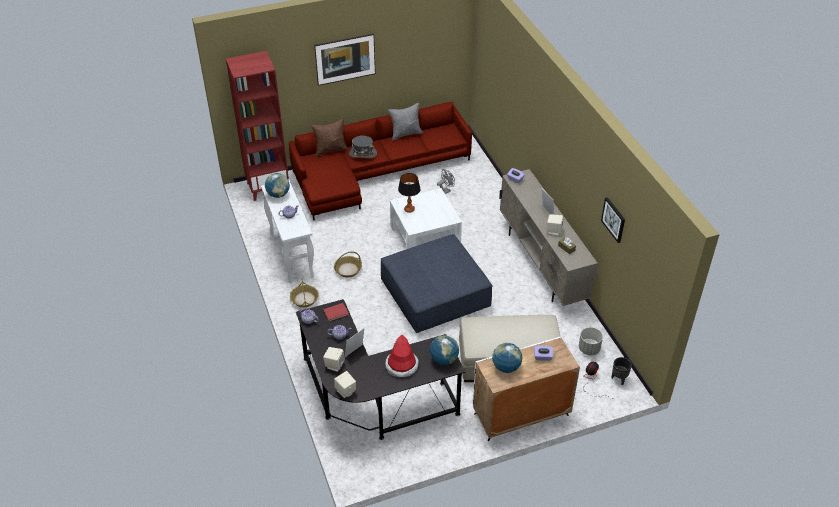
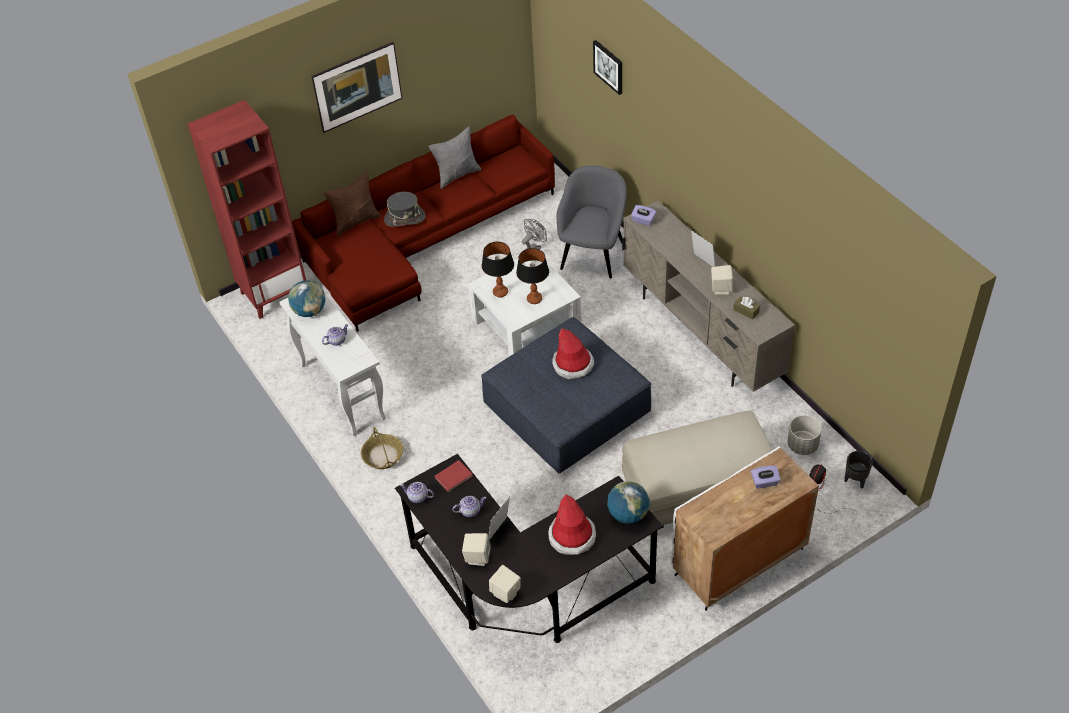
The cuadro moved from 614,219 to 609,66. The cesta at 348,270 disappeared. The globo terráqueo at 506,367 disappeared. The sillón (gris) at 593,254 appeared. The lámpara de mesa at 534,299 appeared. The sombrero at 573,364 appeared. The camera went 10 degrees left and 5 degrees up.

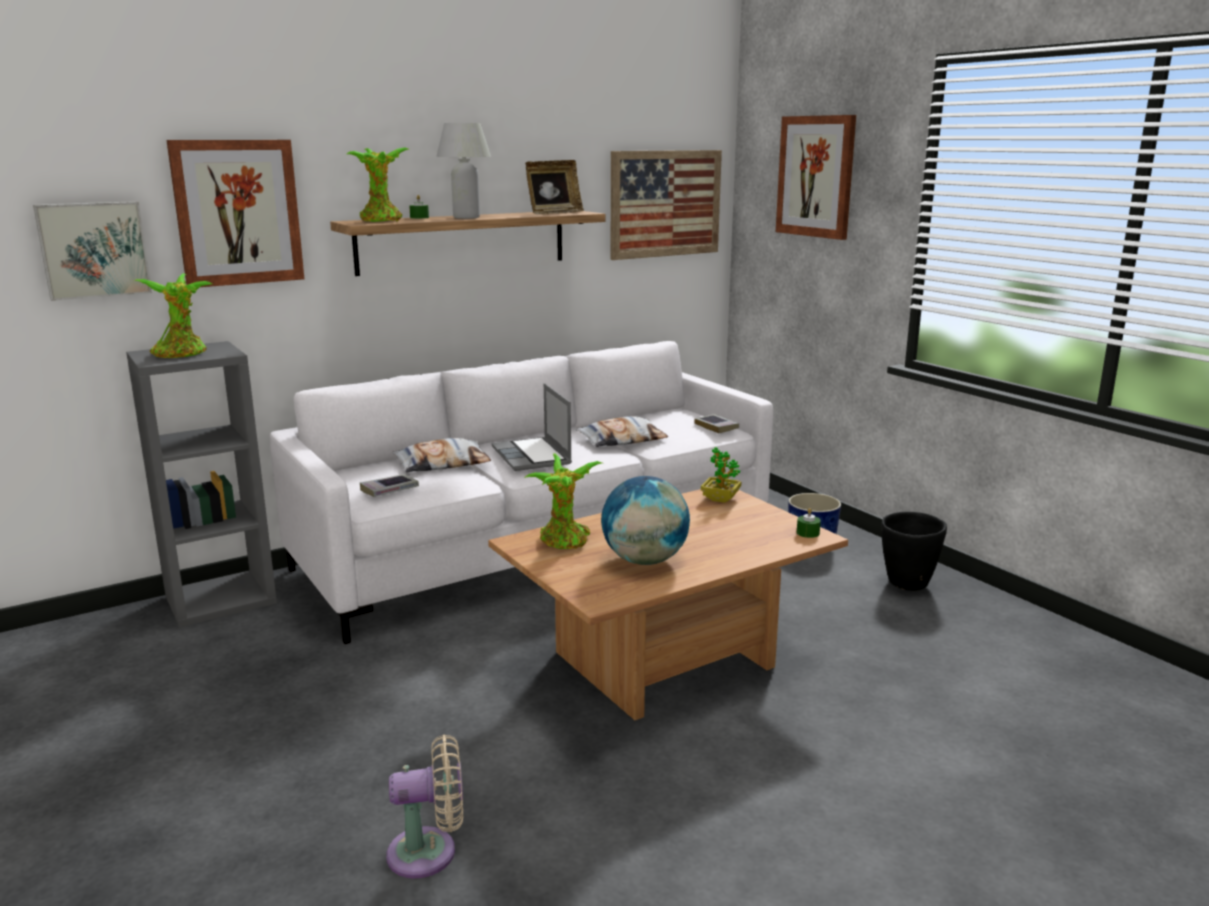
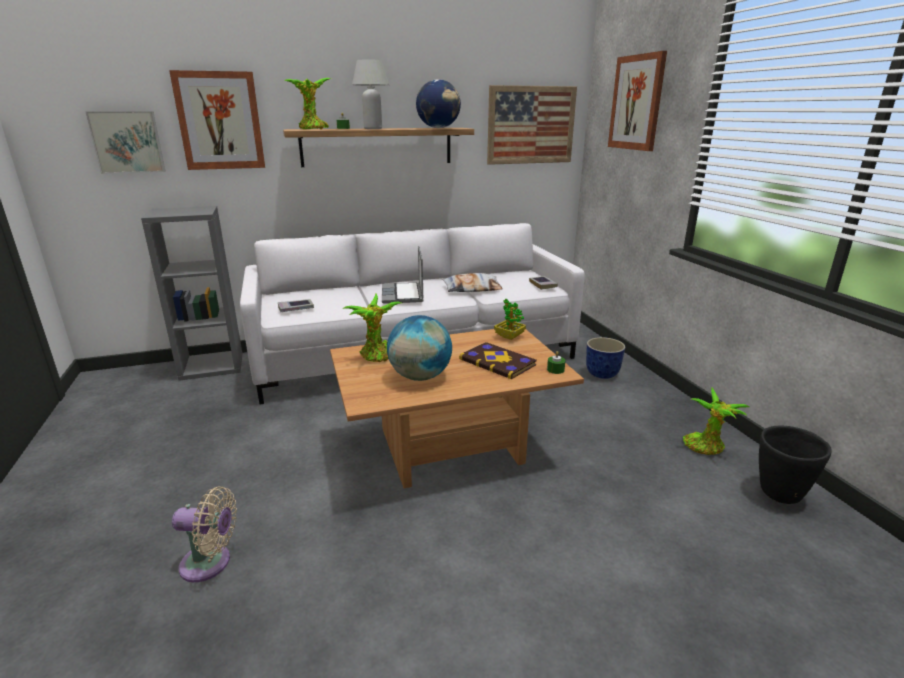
The portarretratos at 554,213 was replaced by the globo terráqueo at 438,128. The planta en maceta moved from 182,354 to 706,447. The cojín at 442,464 disappeared. The maceta (negro) moved from 907,584 to 779,493. The libro at 498,362 appeared. The camera went 15 degrees right and 5 degrees up.

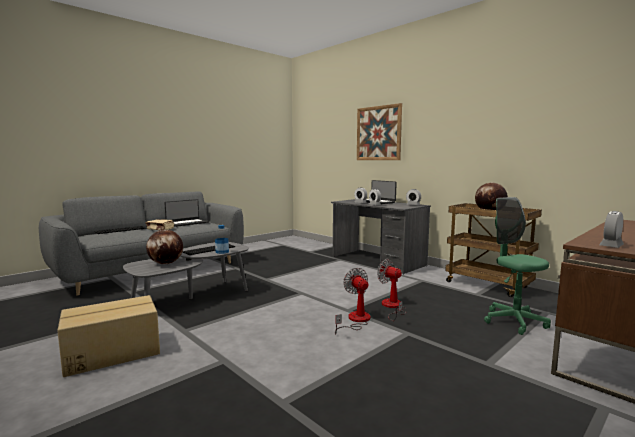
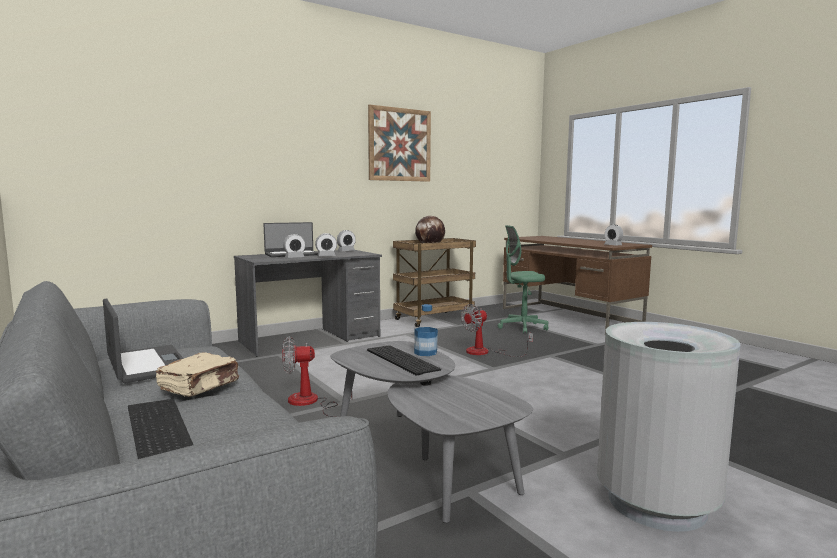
The cuadro moved from 378,133 to 399,145. The globo terráqueo at 166,263 disappeared. The ventilador moved from 355,320 to 310,403. The caja de cartón at 112,353 was replaced by the papelera (gris) at 656,503. The camera went 80 degrees left and 0 degrees up.

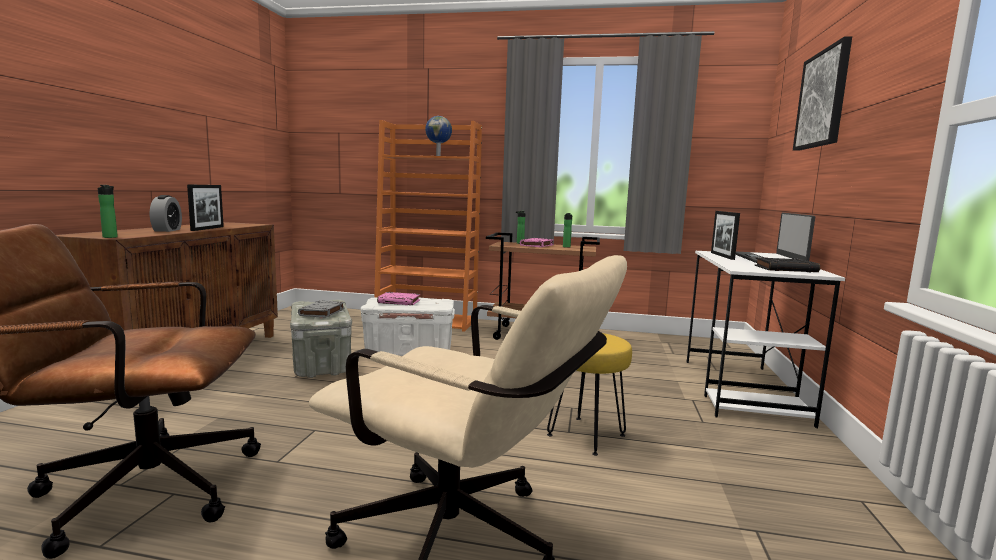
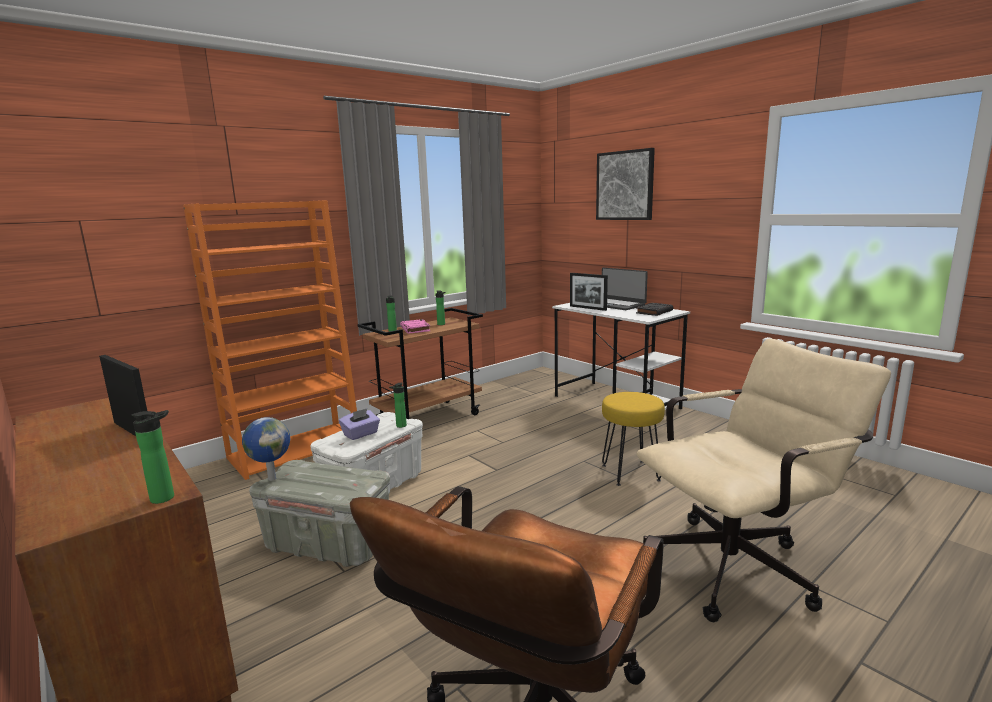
The globo terráqueo moved from 438,156 to 272,478. The despertador at 167,230 disappeared. The libro (rosa) at 399,302 was replaced by the caja de pañuelos (morado) at 361,434. The libro (gris) at 322,312 disappeared. The botella at 400,426 appeared. The camera went 50 degrees left and 5 degrees up.

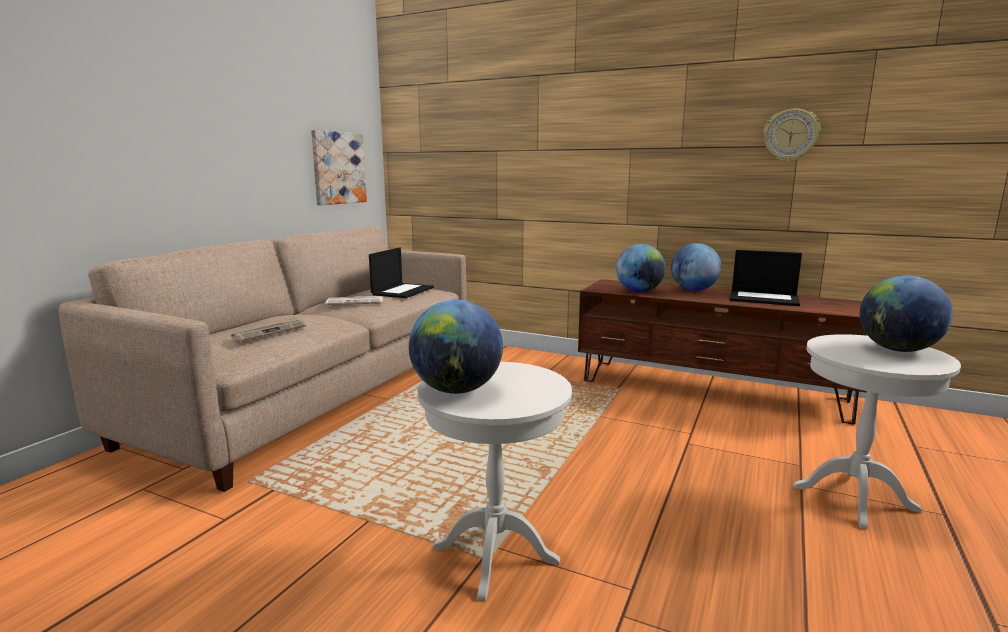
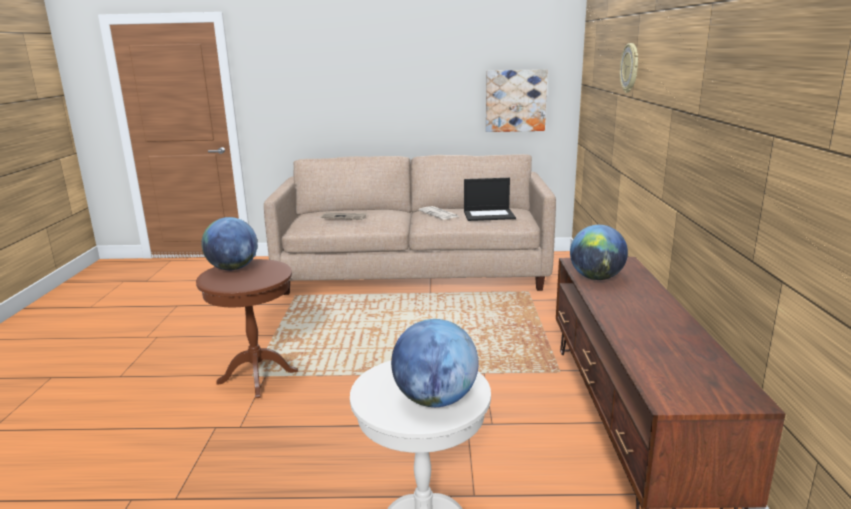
The reloj de pared moved from 790,135 to 630,68. The globo terráqueo at 693,290 disappeared. The portátil at 764,298 disappeared. The mesa auxiliar (blanco) at 495,554 became the mesa auxiliar (marrón) at 258,377. The camera went 65 degrees right and 5 degrees up.

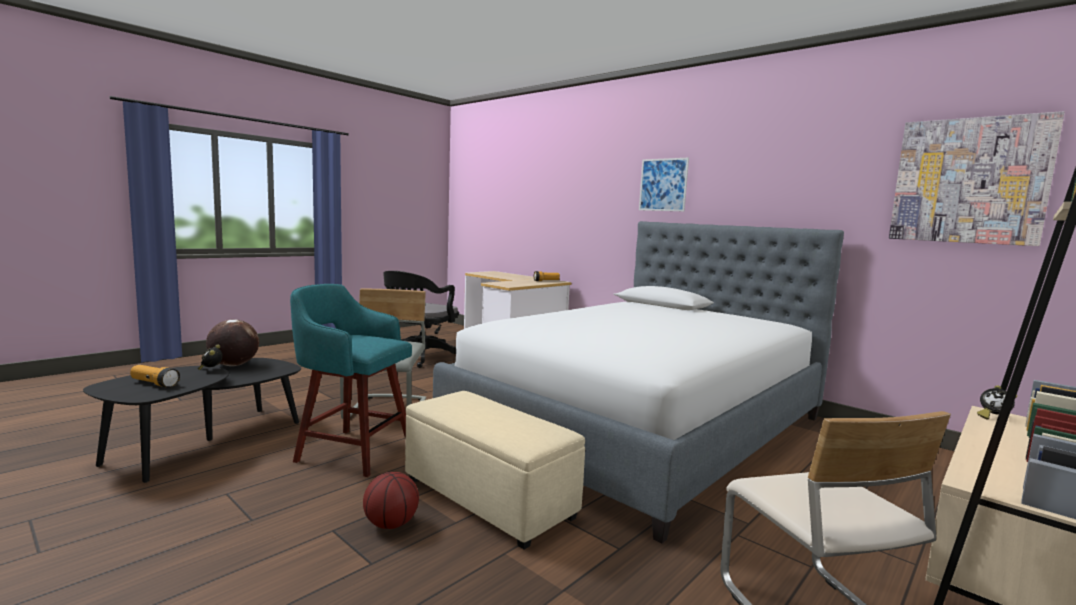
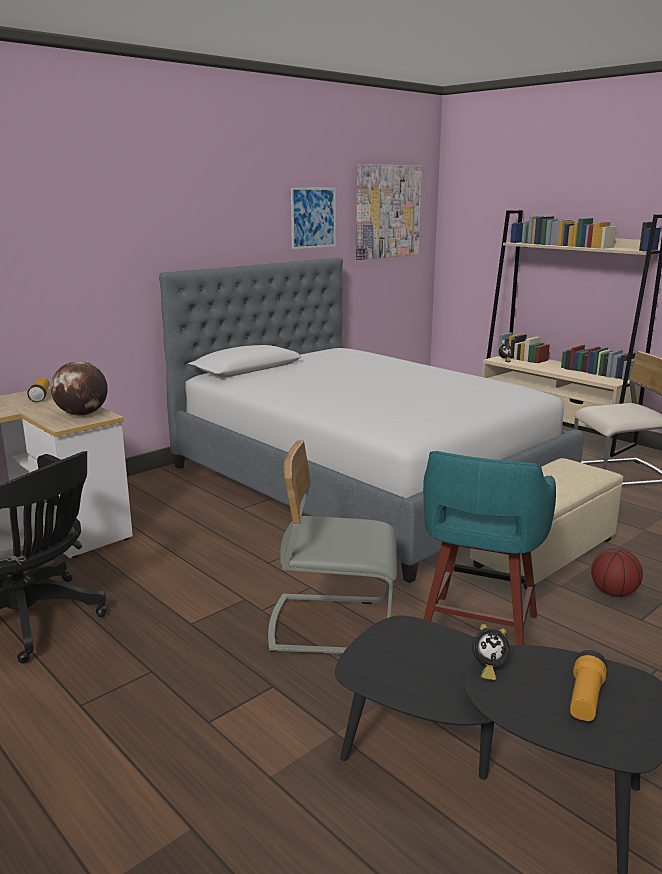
The cuadro moved from 663,184 to 313,218. The globo terráqueo moved from 233,365 to 82,414. The camera went 85 degrees left and 10 degrees up.

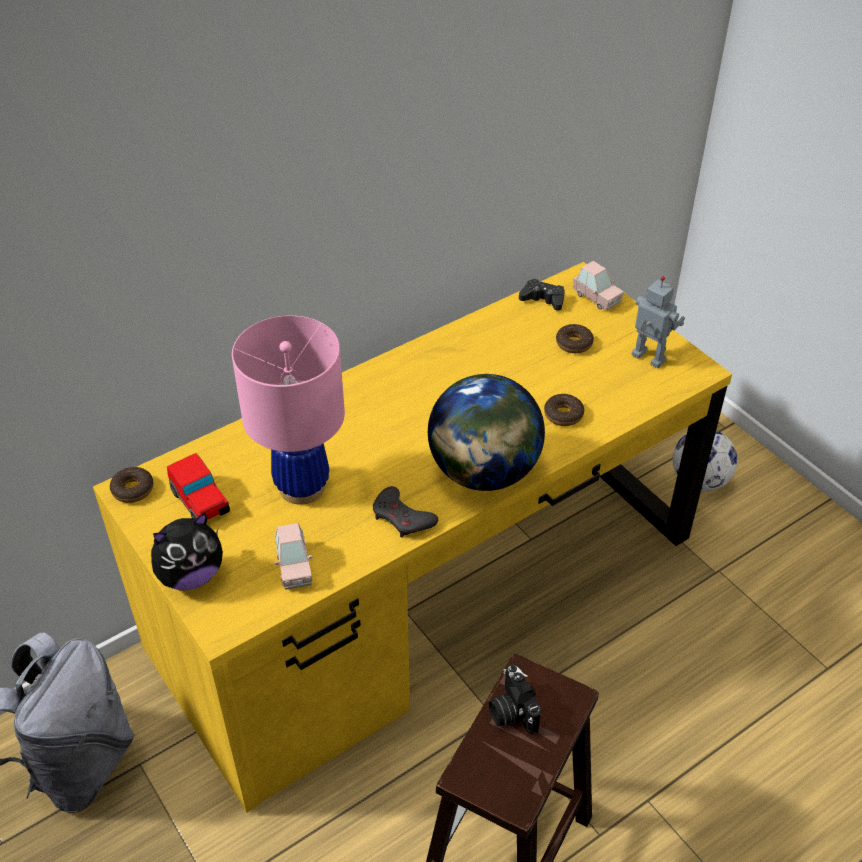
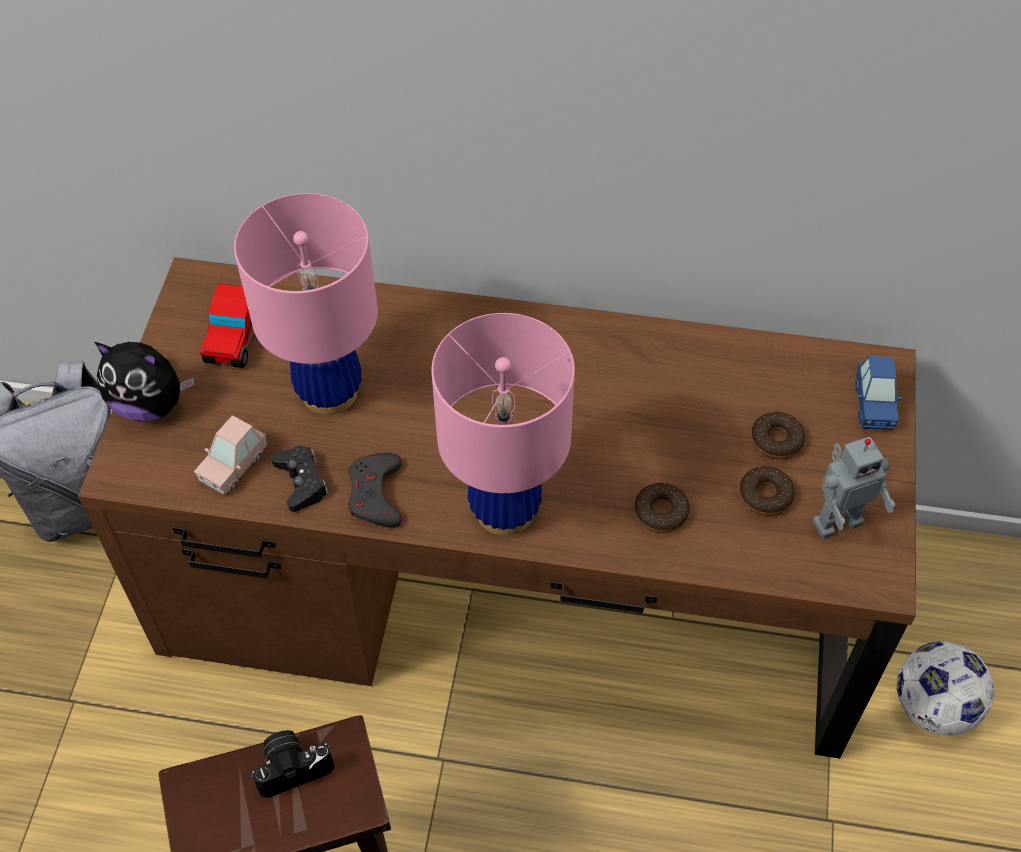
The coche de juguete (rosa) at 596,297 became the coche de juguete (azul) at 873,404. The escritorio (amarillo) at 428,593 became the escritorio (marrón) at 512,589. The robot de juguete at 647,359 turned 75 degrees clockwise. The mando de consola (negro) moved from 543,299 to 301,482. The globo terráqueo at 484,472 was replaced by the lámpara de mesa (rosa) at 504,510. The rosquilla moved from 133,489 to 765,496. The cámara at 511,711 turned 45 degrees clockwise. The camera went 45 degrees right and 10 degrees up.

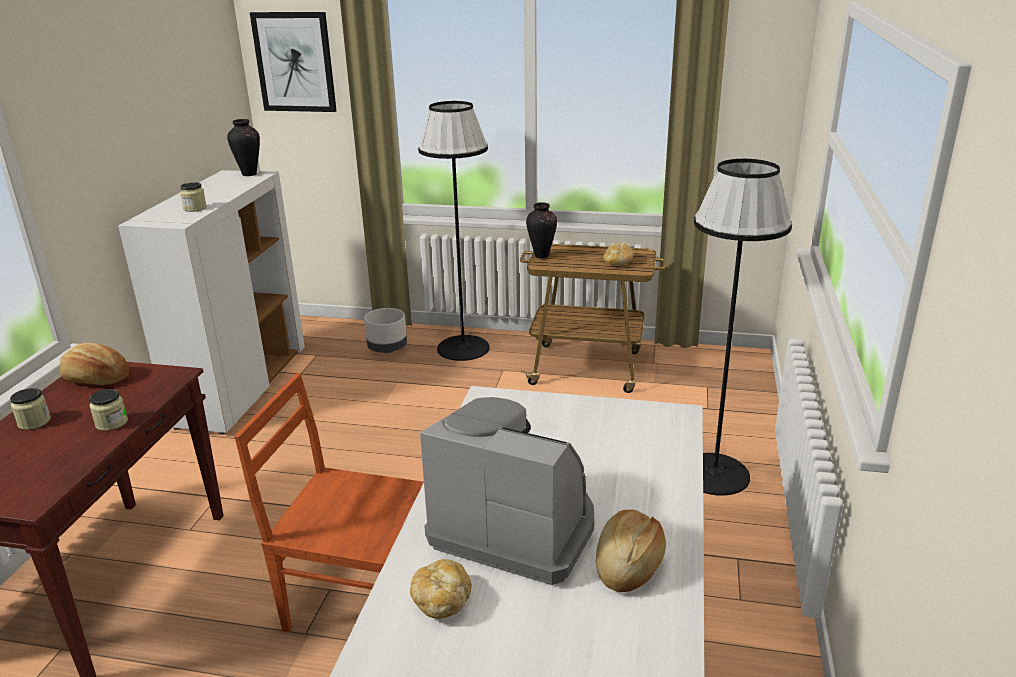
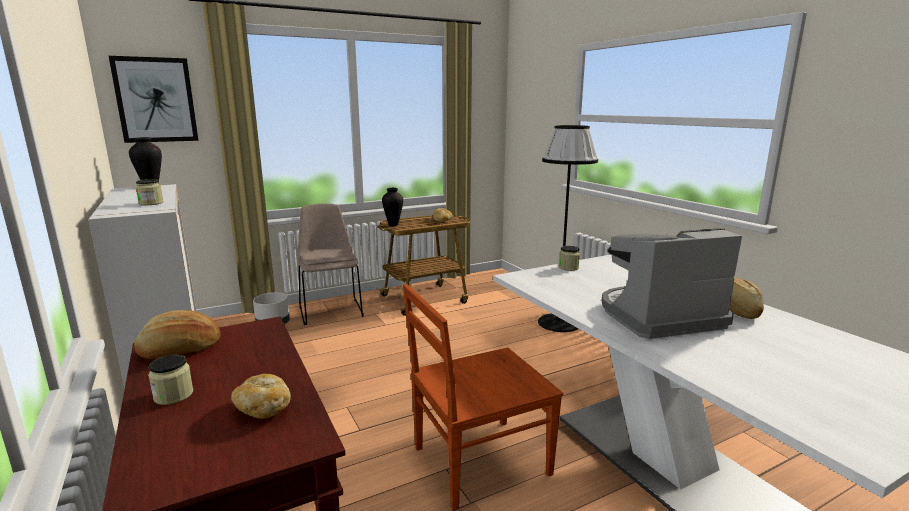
The lámpara de pie (negro) at 463,348 was replaced by the silla (beis) at 330,310. The tarro moved from 111,423 to 568,268. The pan moved from 442,600 to 264,408. The camera went 40 degrees left and 10 degrees down.

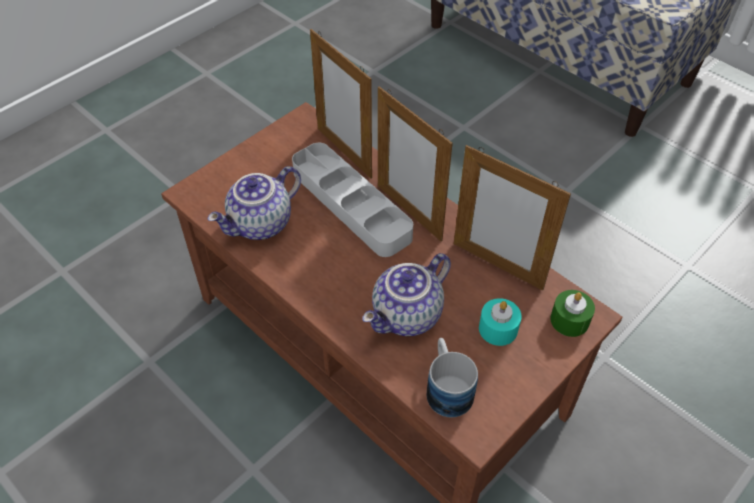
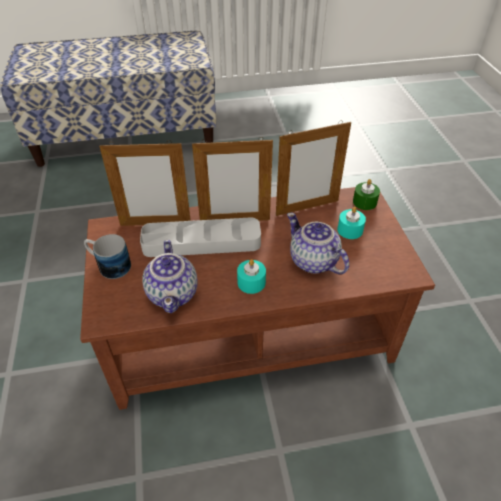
The tetera at 407,317 turned 150 degrees clockwise. The taza grande moved from 446,387 to 109,265. The vela (turquesa) at 251,282 appeared. The camera went 55 degrees left and 5 degrees down.

